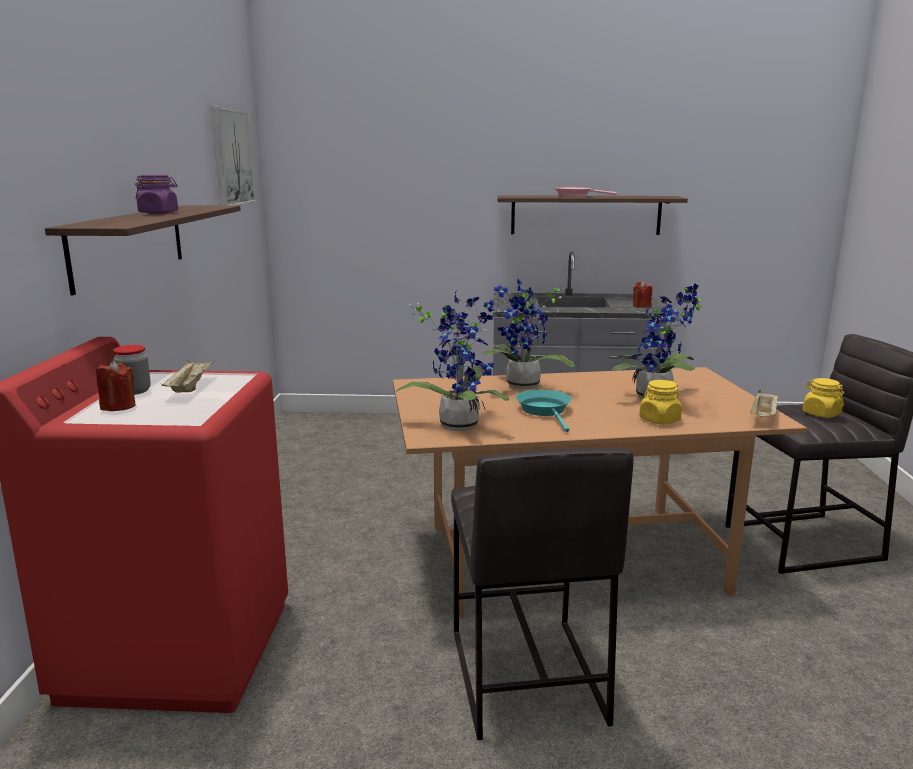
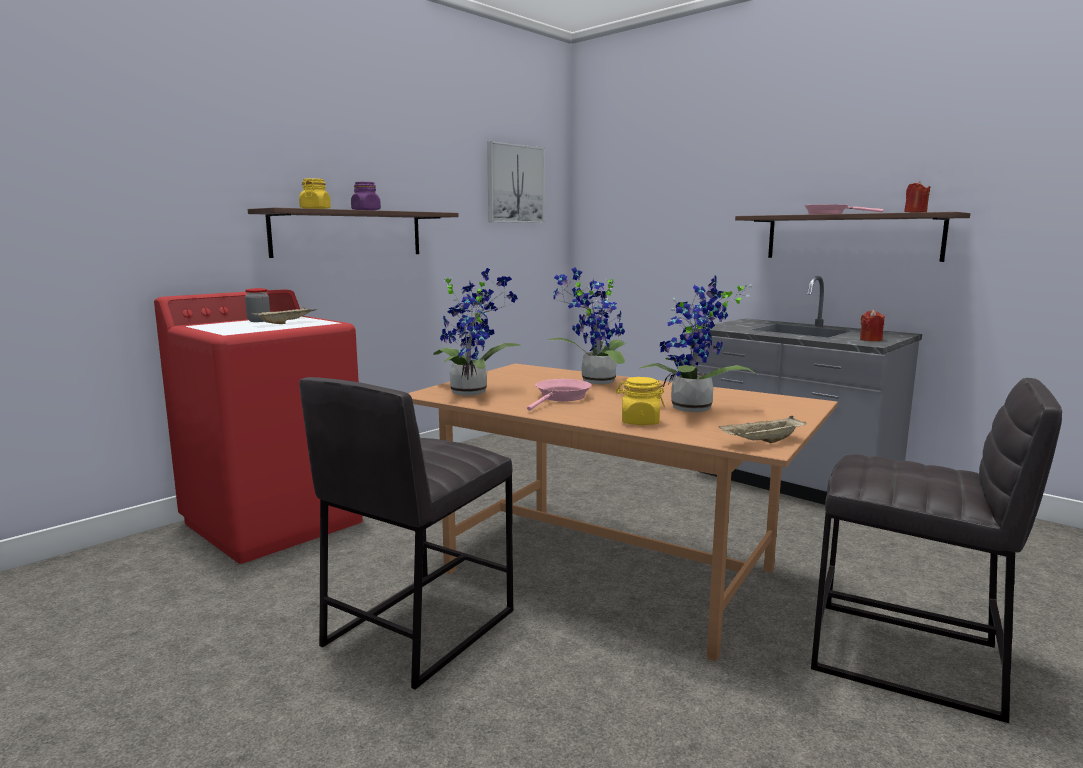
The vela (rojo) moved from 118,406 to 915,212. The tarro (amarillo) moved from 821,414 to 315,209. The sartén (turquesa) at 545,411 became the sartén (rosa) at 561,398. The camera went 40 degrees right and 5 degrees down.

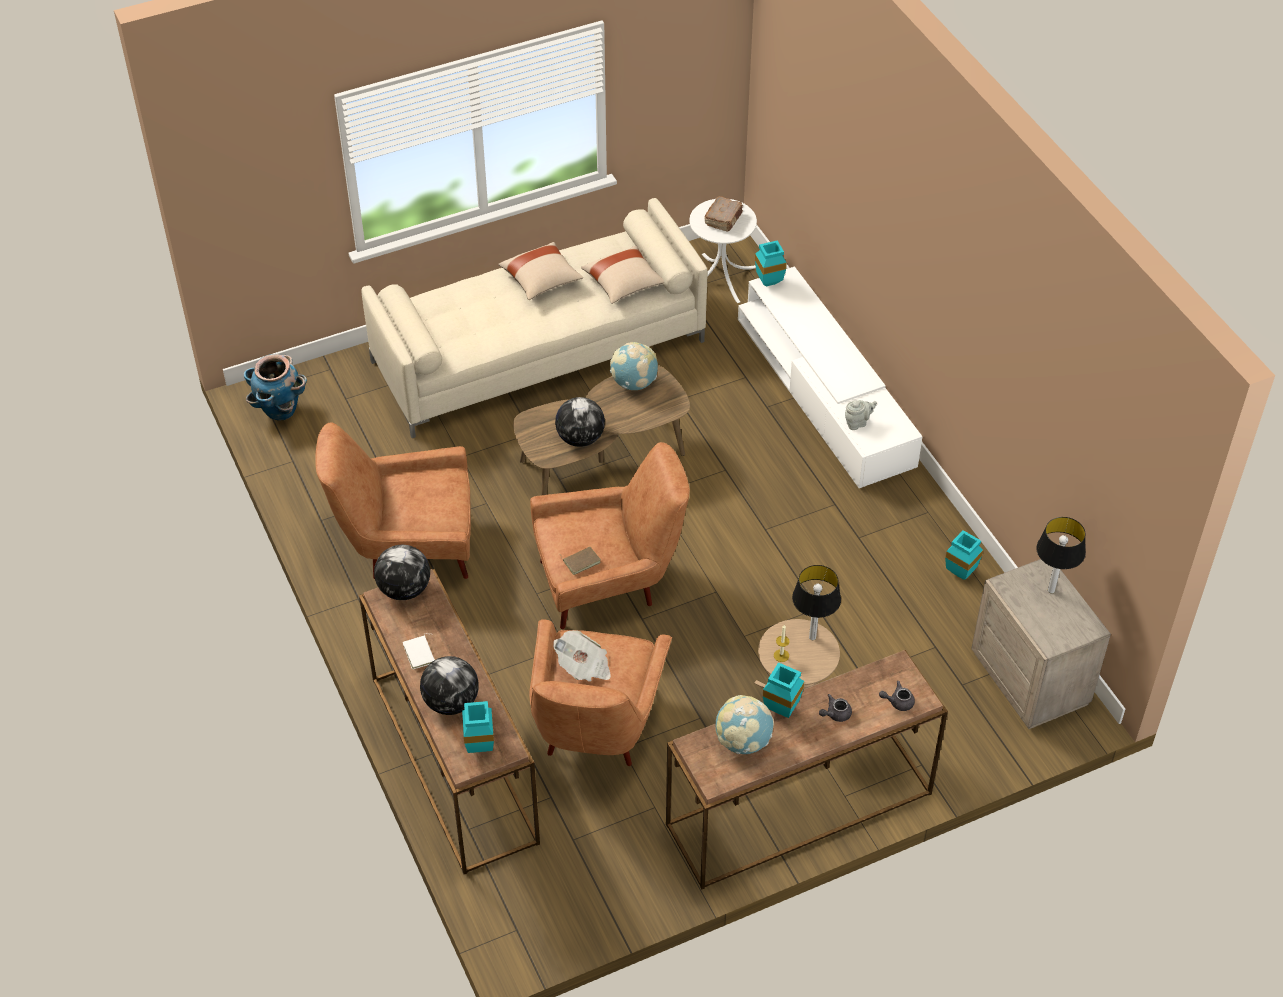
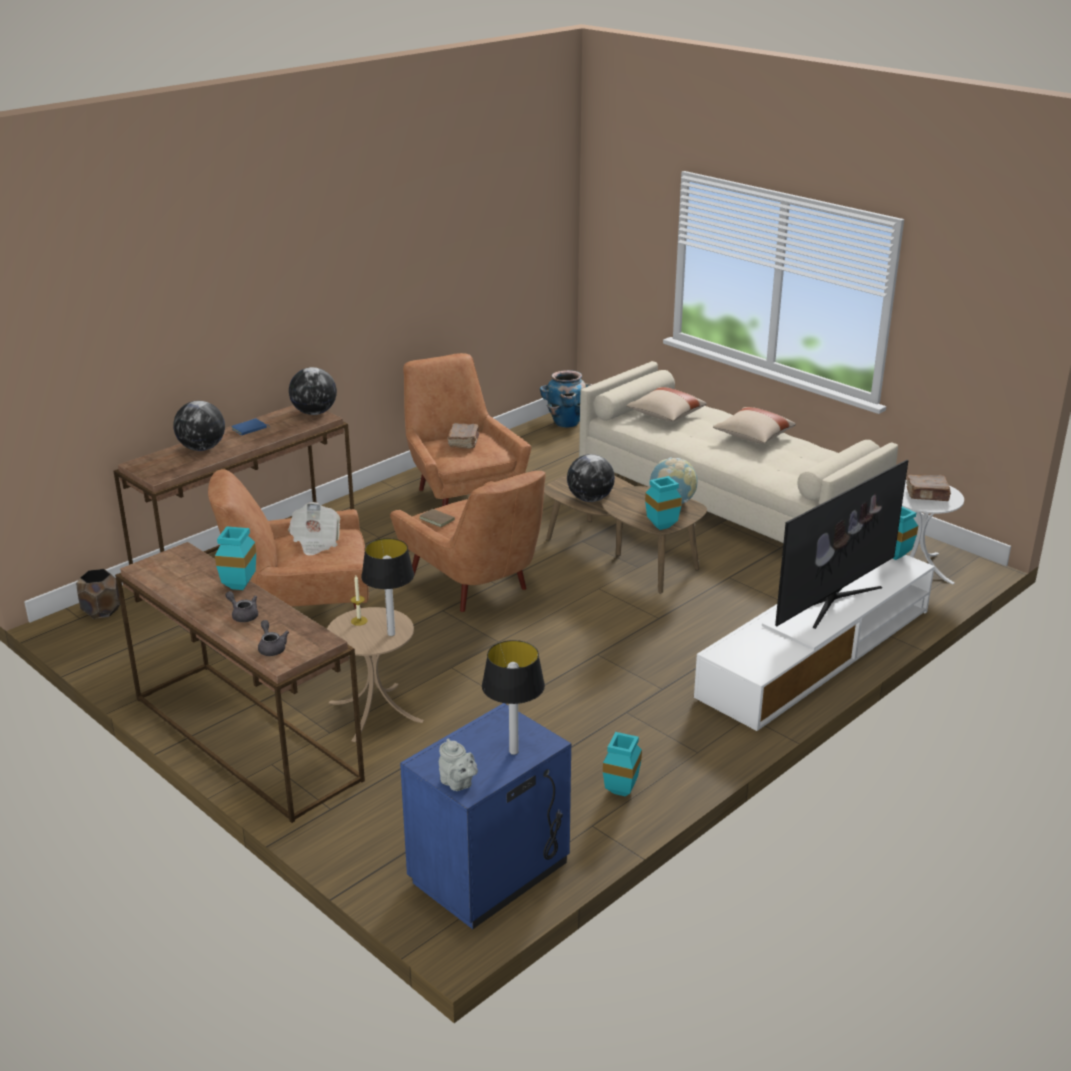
The cojín (beis) moved from 623,284 to 665,416. The tetera (gris) moved from 858,423 to 458,784. The mesita de noche (beis) at 1031,679 became the mesita de noche (azul) at 490,873. The libro (blanco) at 420,653 became the libro (azul) at 249,429. The globo terráqueo at 743,741 disappeared. The florero (turquesa) moved from 478,745 to 662,526. The libro (marrón) at 464,442 appeared. The televisor at 833,600 appeared. The maceta (marrón) at 102,610 appeared. The camera went 70 degrees right and 20 degrees down.

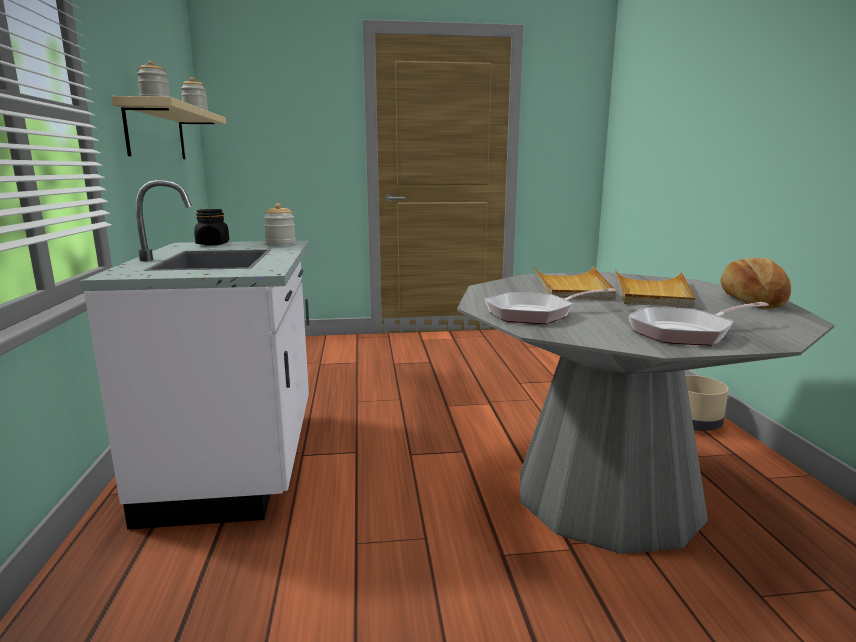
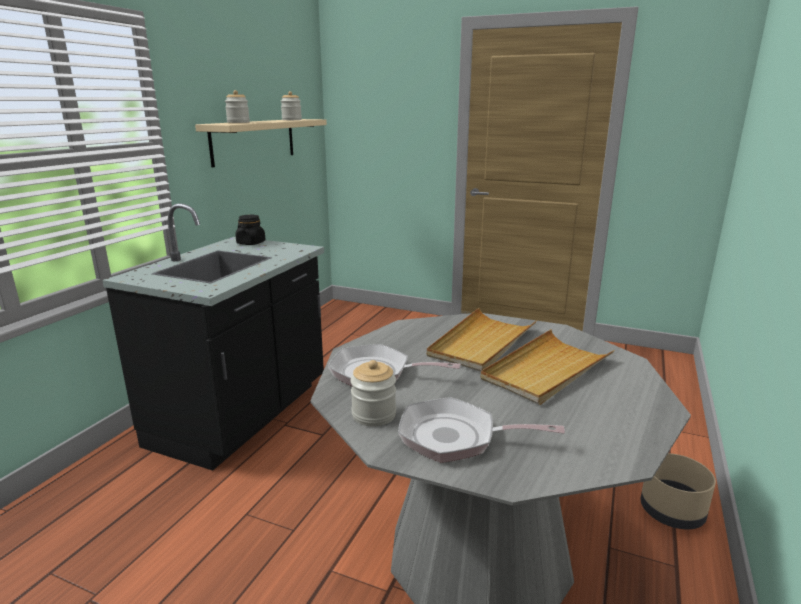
The mueble bajo de cocina (blanco) at 239,461 became the mueble bajo de cocina (negro) at 242,416. The tarro moved from 280,244 to 374,415. The pan at 752,301 disappeared. The camera went 30 degrees right and 5 degrees up.

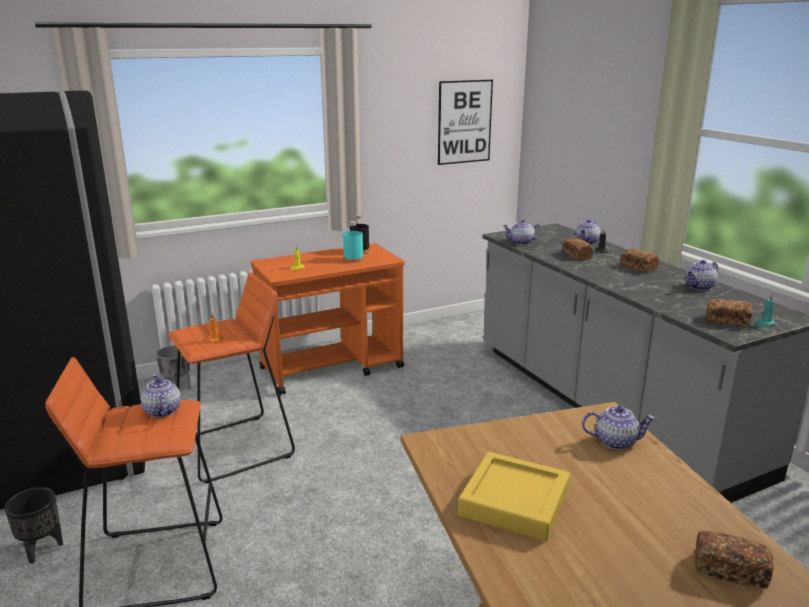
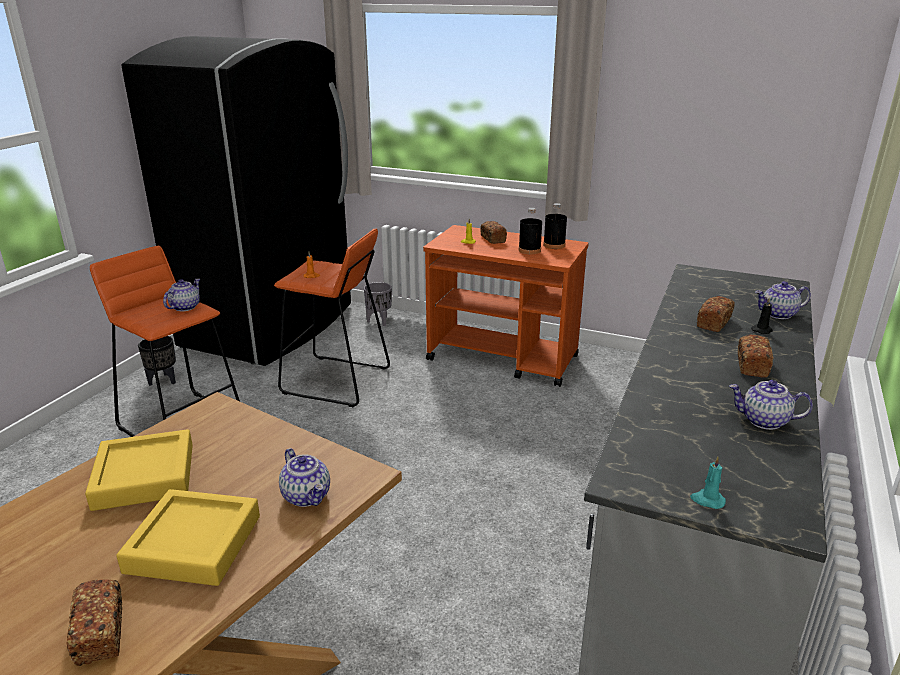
The cuadro at 464,122 disappeared. The tetera at 521,242 disappeared. The botella (turquesa) at 353,259 became the botella (negro) at 529,250. The pan moved from 727,321 to 493,239. The bandeja (amarillo) at 194,544 appeared. The camera went 50 degrees right and 5 degrees up.

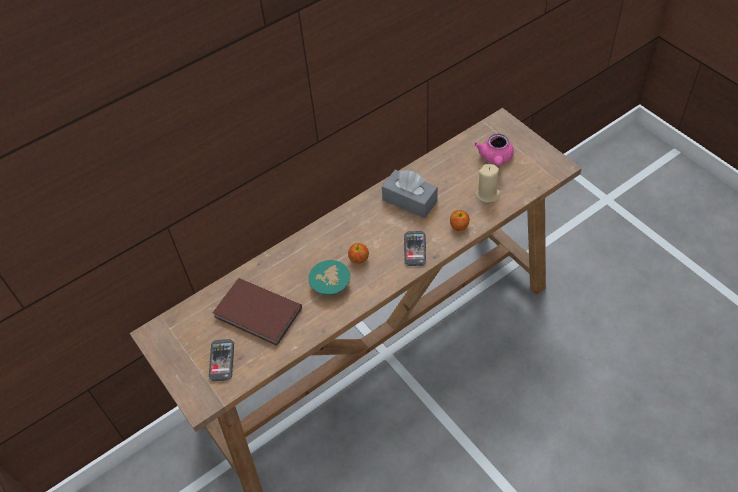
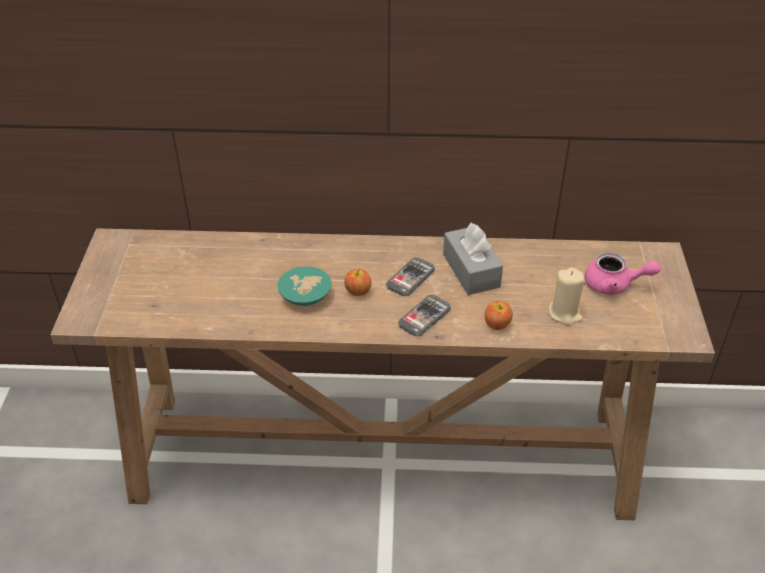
The tetera (rosa) at 495,158 turned 120 degrees counterclockwise. The libro (marrón) at 258,314 disappeared. The móvil moved from 221,360 to 410,278. The camera went 35 degrees right and 10 degrees down.

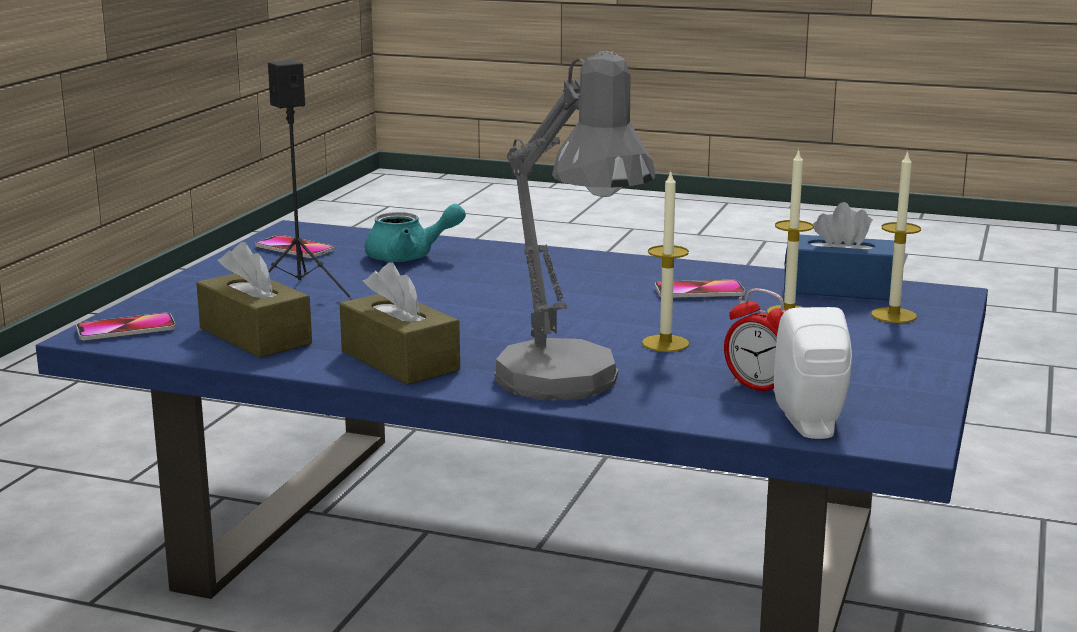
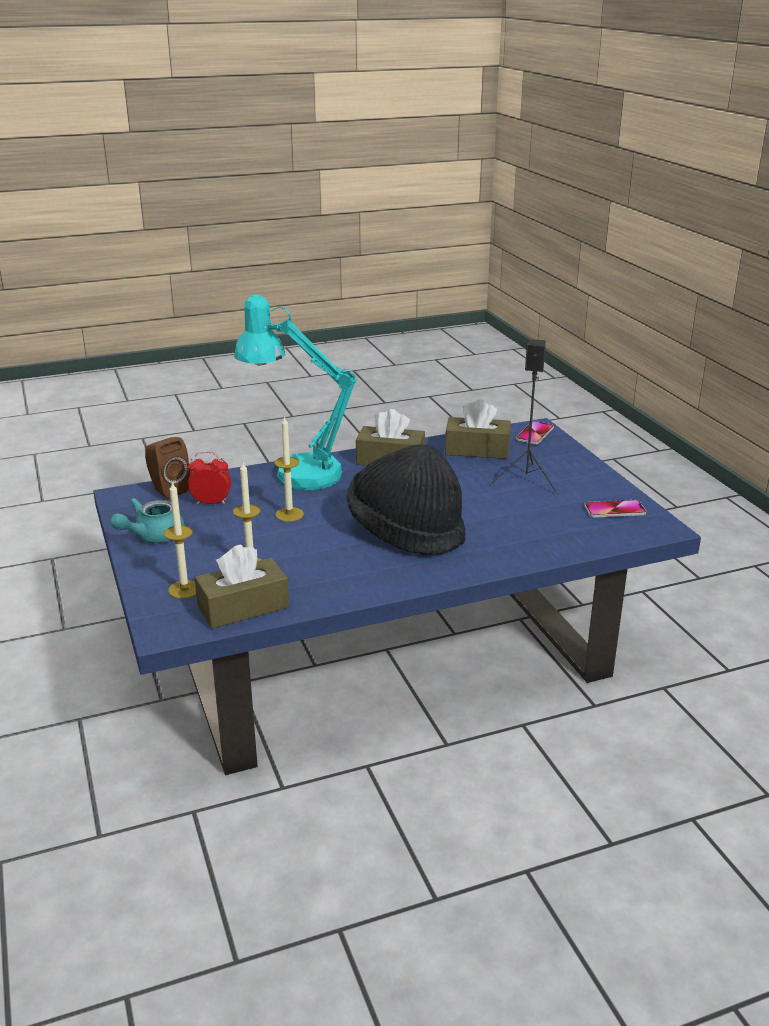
The lámpara de mesa (gris) at 569,387 became the lámpara de mesa (turquesa) at 296,473. The caja de pañuelos (azul) at 838,288 became the caja de pañuelos (marrón) at 243,607. The tetera (turquesa) moved from 409,256 to 152,536. The móvil at 699,292 disappeared. The altavoz (blanco) at 812,425 became the altavoz (marrón) at 167,489. The sombrero (negro) at 406,531 appeared. The camera went 140 degrees right and 10 degrees up.

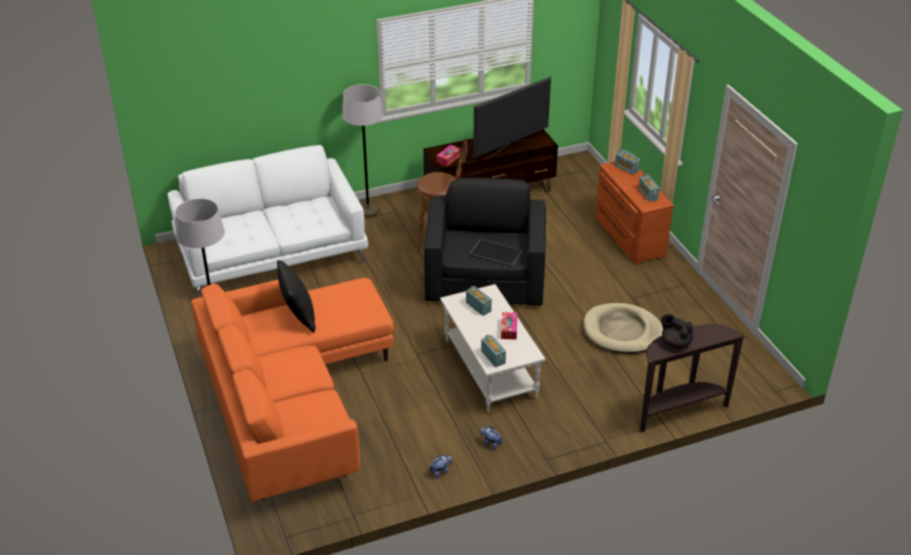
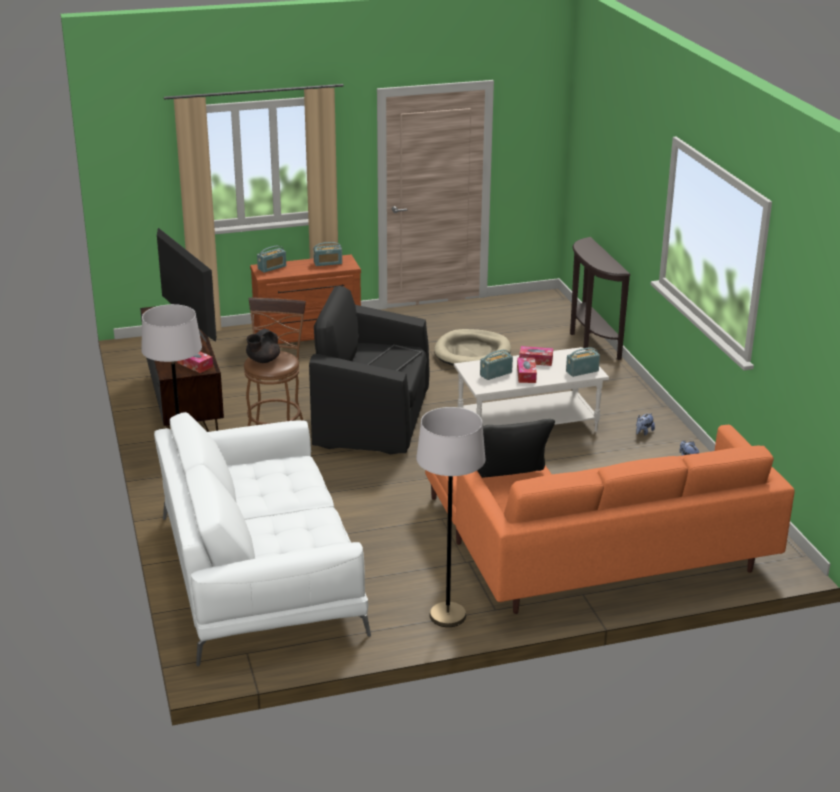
The tetera (negro) moved from 675,342 to 263,360. The caja de pañuelos at 526,375 appeared. The camera went 85 degrees left and 10 degrees down.

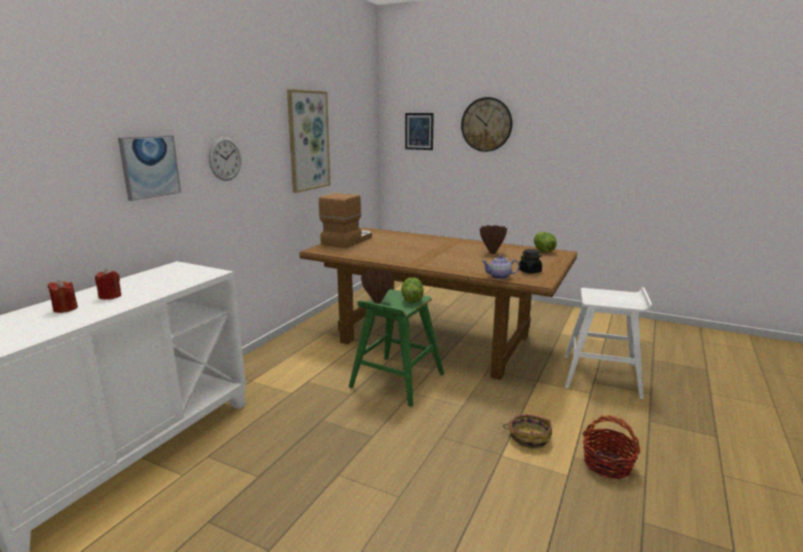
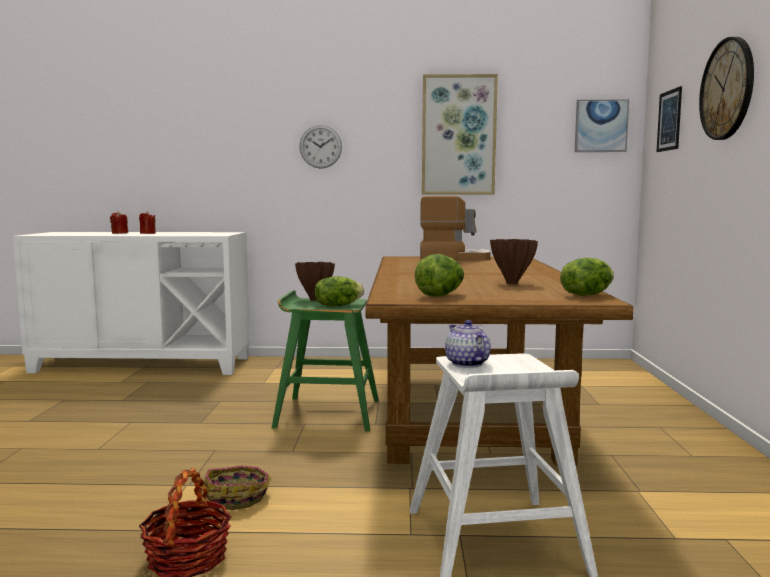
The cuadro moved from 150,166 to 601,126. The tarro (negro) at 530,271 was replaced by the lechuga at 440,295. The tetera moved from 499,277 to 466,363. The camera went 65 degrees right and 10 degrees down.

